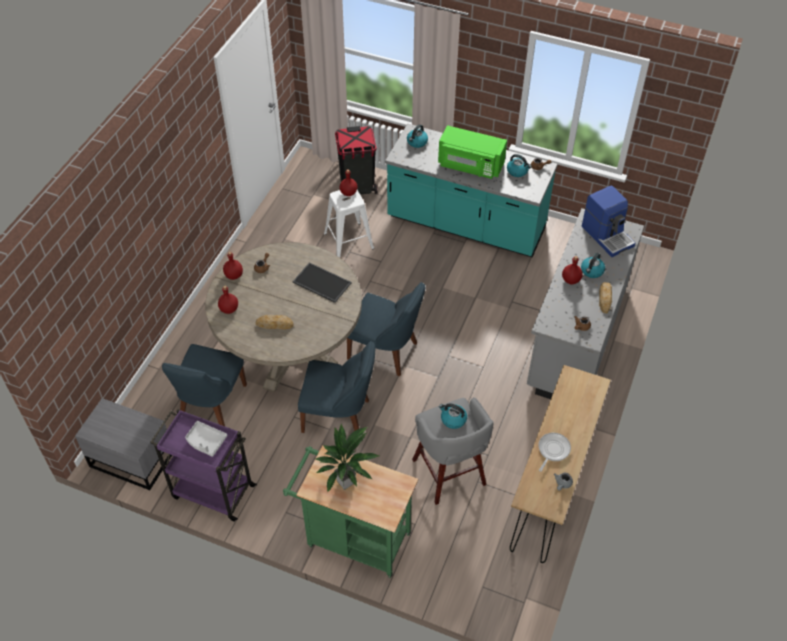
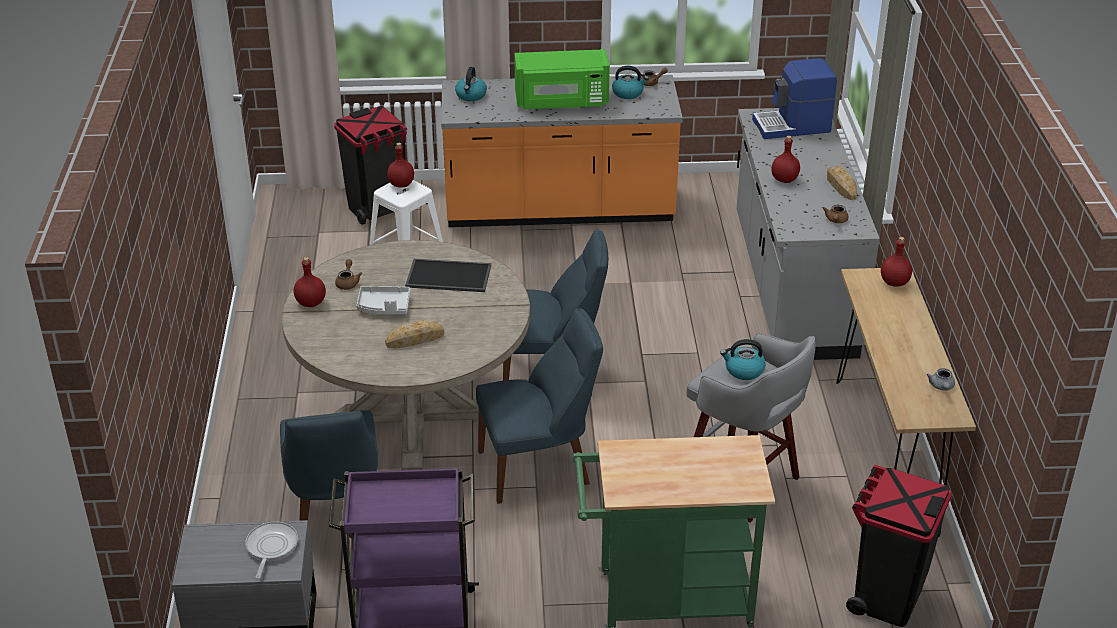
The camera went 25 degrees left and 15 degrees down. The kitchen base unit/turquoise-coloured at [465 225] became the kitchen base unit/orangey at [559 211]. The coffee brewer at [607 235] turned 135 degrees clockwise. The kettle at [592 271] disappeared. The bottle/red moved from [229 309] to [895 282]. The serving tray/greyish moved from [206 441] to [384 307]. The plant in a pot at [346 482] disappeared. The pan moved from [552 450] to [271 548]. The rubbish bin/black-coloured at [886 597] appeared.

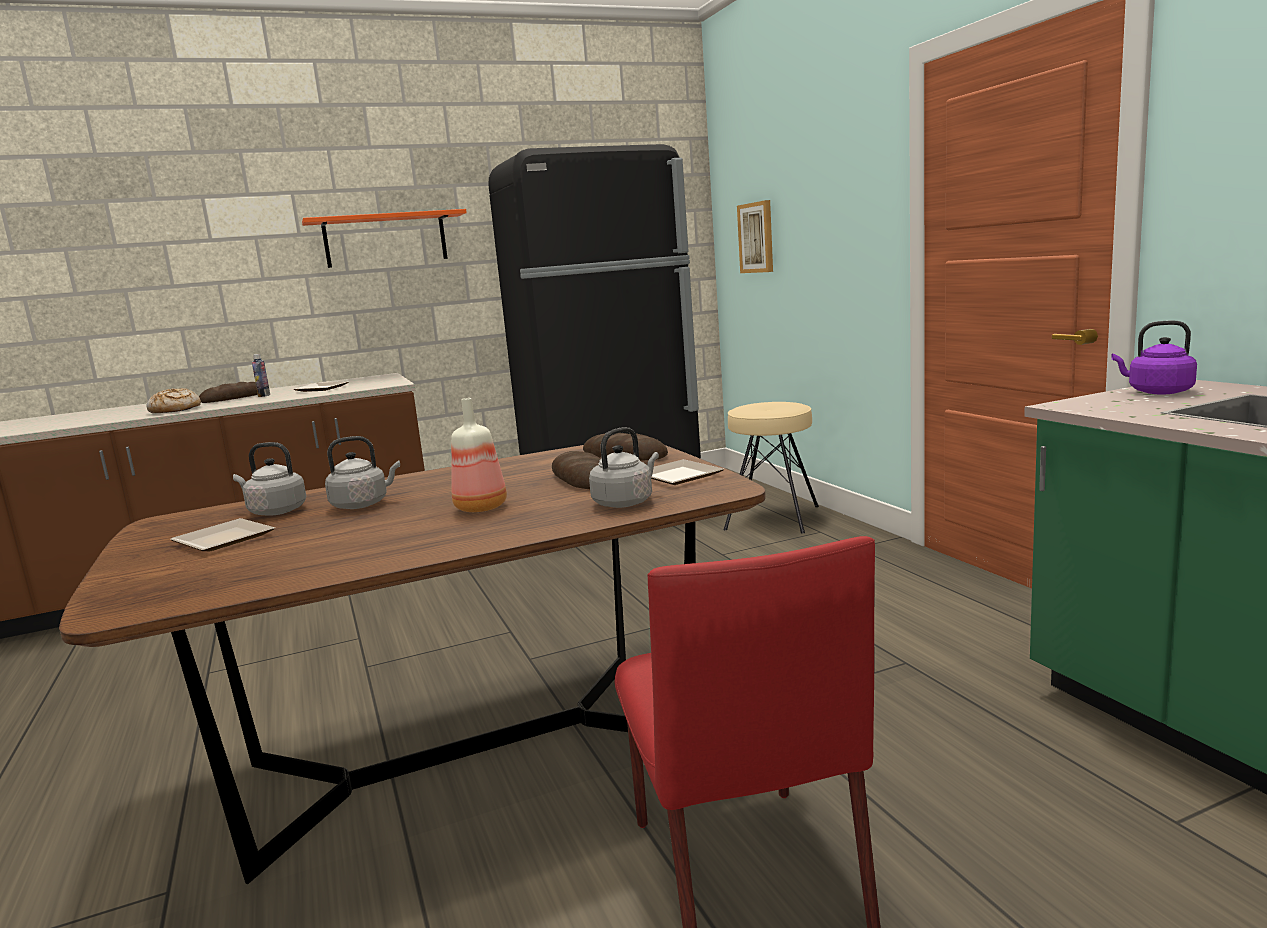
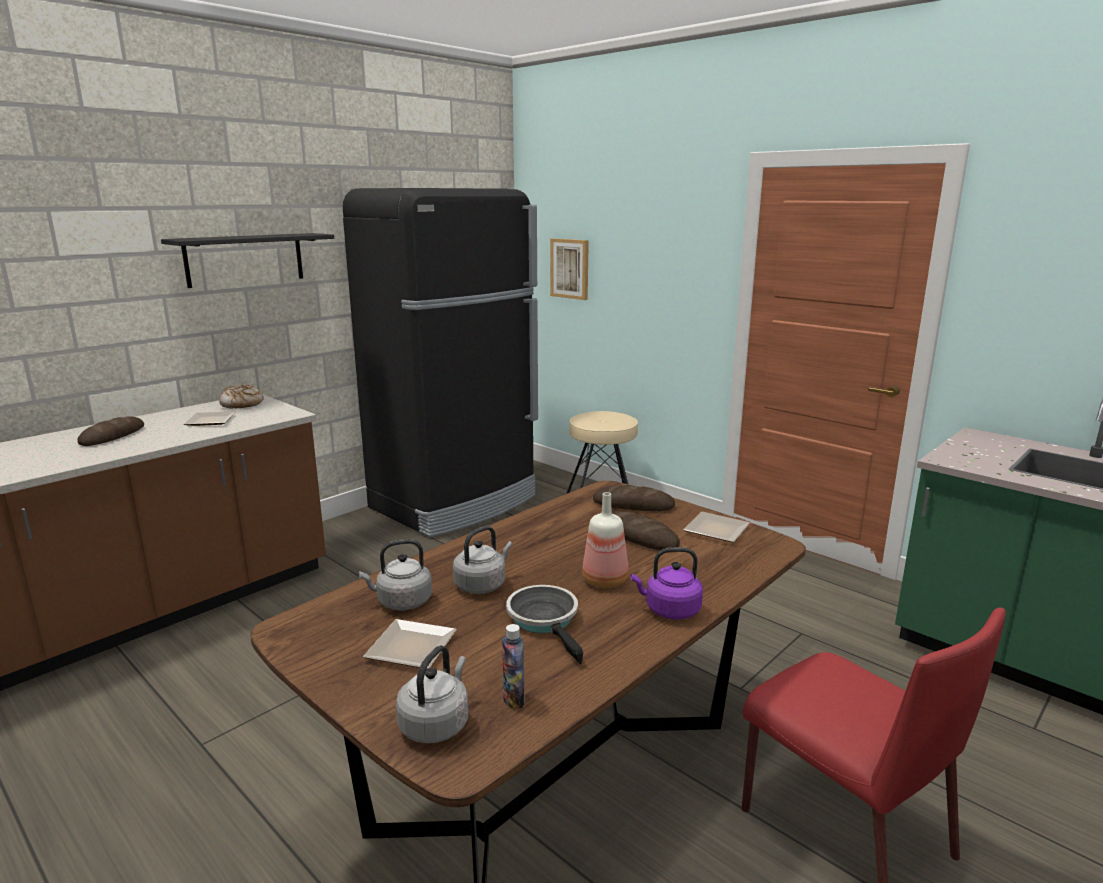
The camera went 25 degrees left and 5 degrees up. The shelf/orangey at [385 240] became the shelf/black-coloured at [245 259]. The kettle/purple-coloured moved from [1156 392] to [669 610]. The bottle moved from [264 395] to [513 700]. The bread moved from [175 410] to [242 404]. The kettle/greyish moved from [625 502] to [436 724]. The pan at [545 620] appeared.

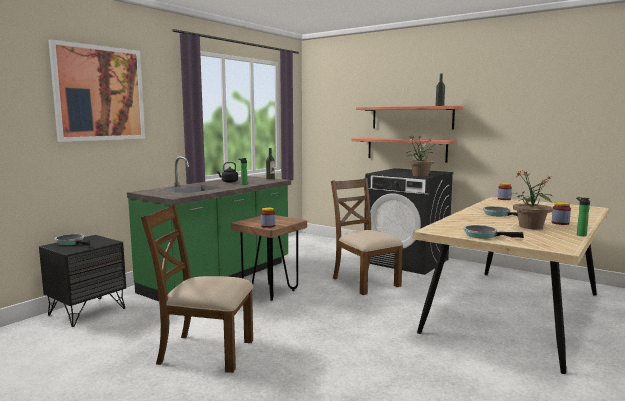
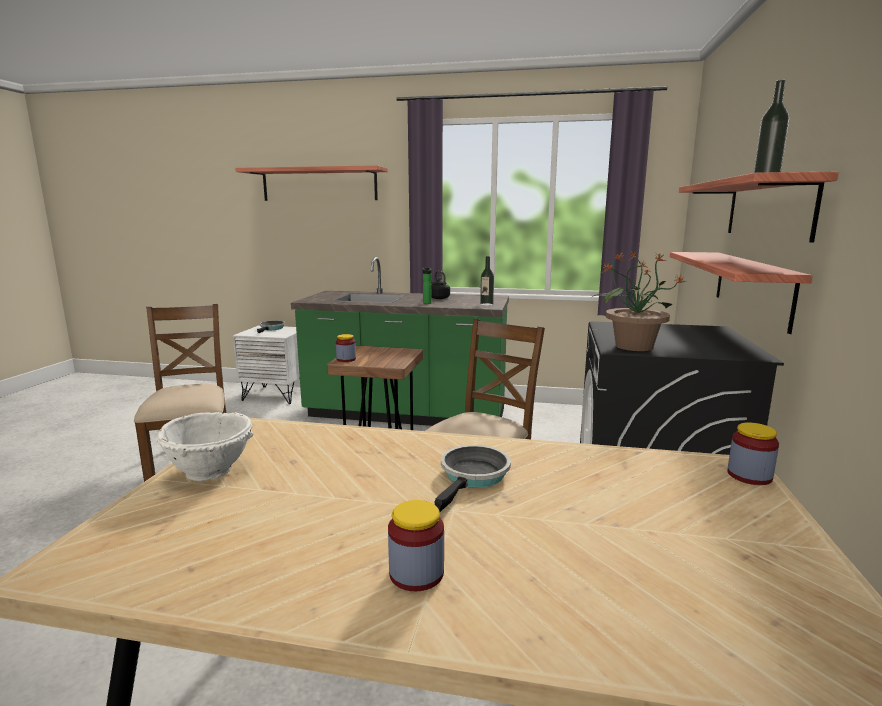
The camera went 65 degrees right and 5 degrees up. The wall picture at [99 93] was replaced by the shelf at [319 184]. The plant in a pot at [530 227] disappeared. The bottle at [580 235] disappeared. The pan at [483 235] was replaced by the deep dish/white-coloured at [211 471]. The nightstand/black-coloured at [87 311] became the nightstand/white-coloured at [277 395].

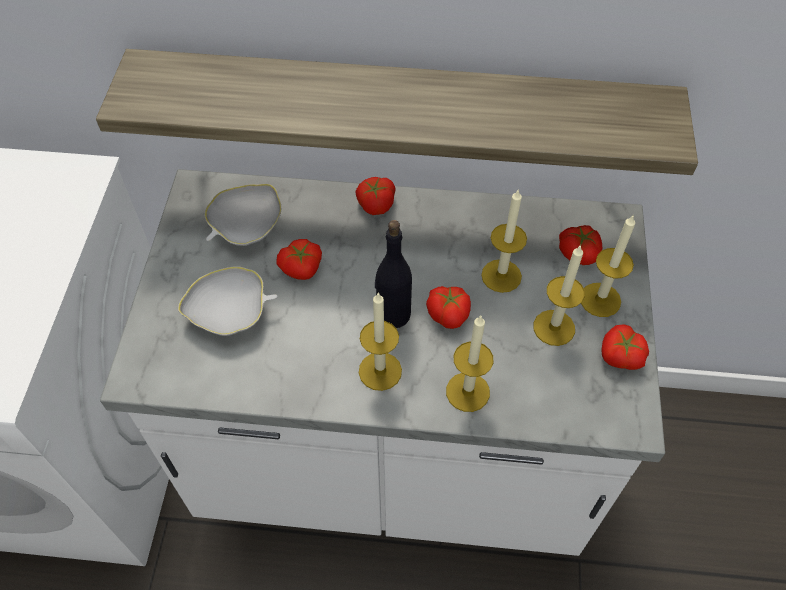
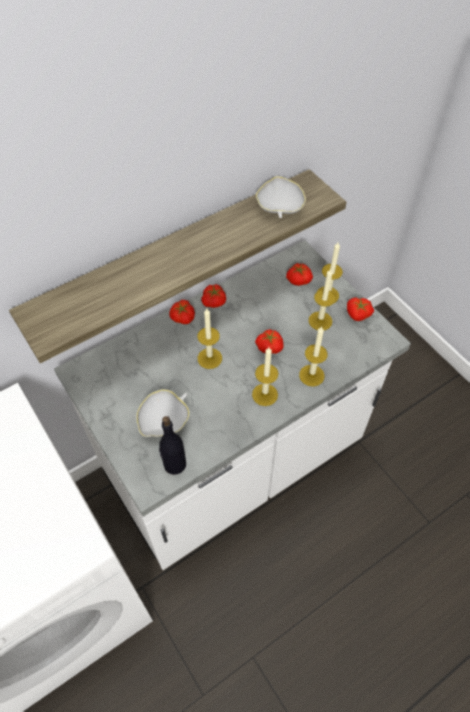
The camera went 40 degrees left and 0 degrees up. The deep dish/white-coloured moved from [246 226] to [279 207]. The wax candle moved from [501 276] to [209 358]. The bottle/black-coloured moved from [393 314] to [174 464]. The tomato moved from [302 269] to [214 302].

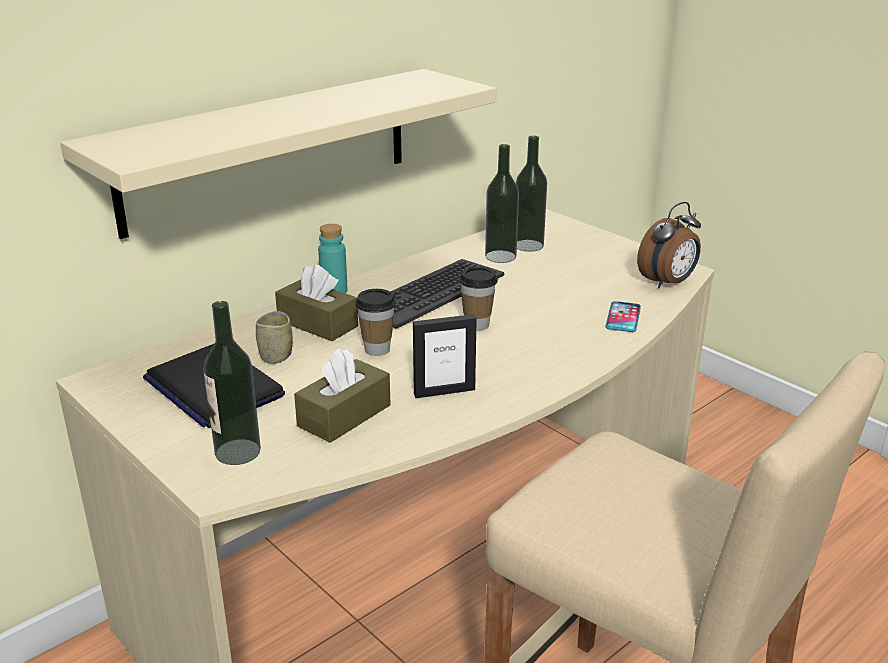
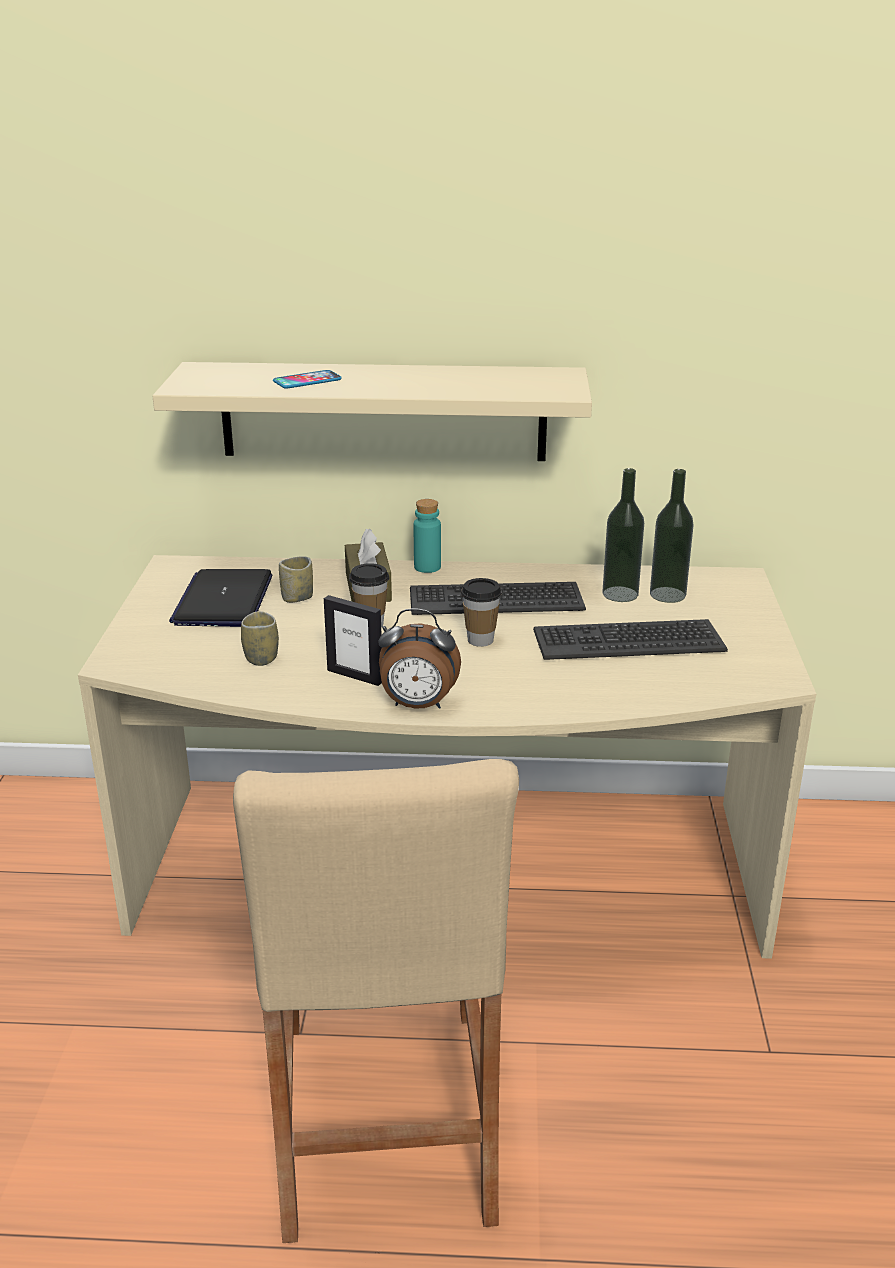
The camera went 45 degrees right and 0 degrees up. The table clock moved from [668 283] to [418 705]. The bottle at [237 452] disappeared. The telephone moved from [623 317] to [307 380]. The tissue holder/brown at [344 415] was replaced by the cup at [261 658]. The computer keyboard at [628 641] appeared.

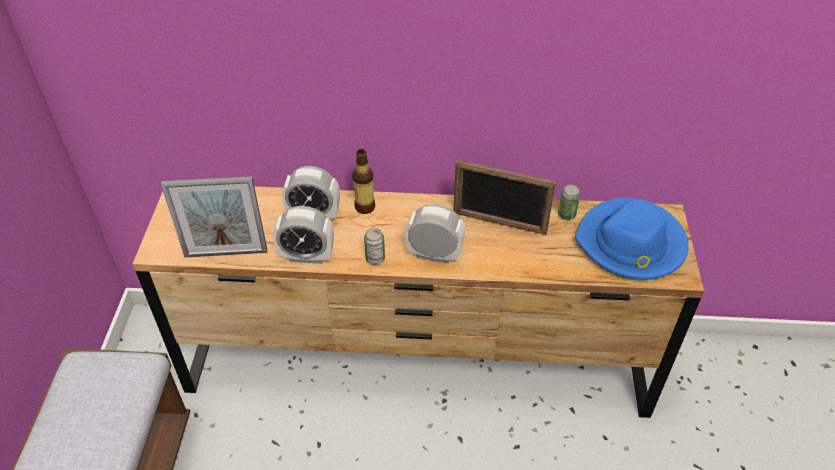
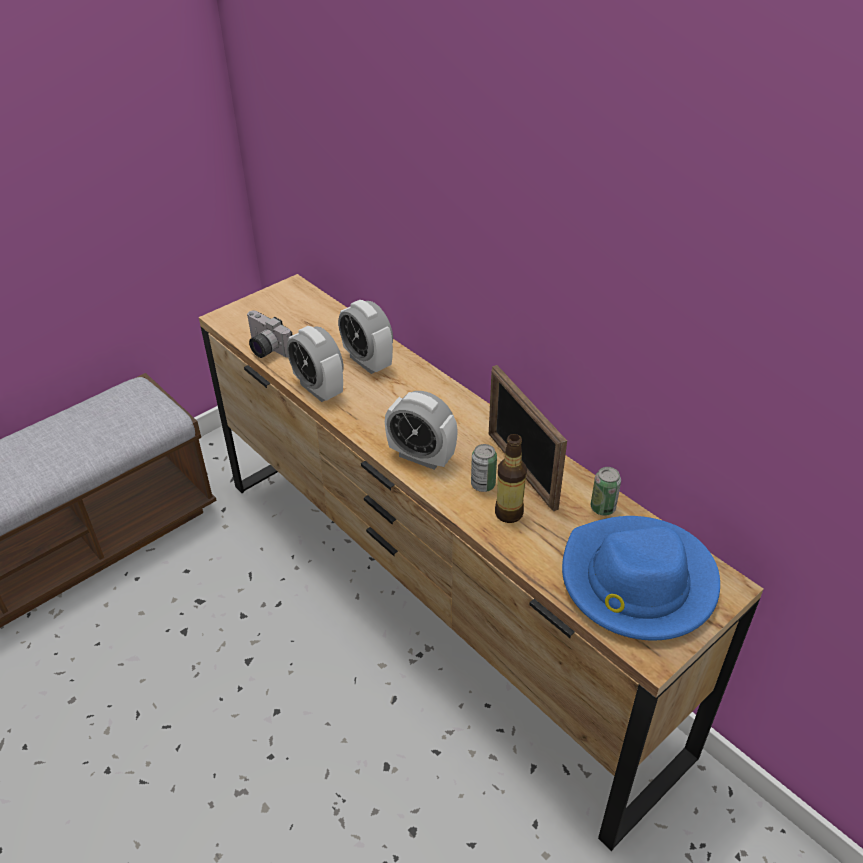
The camera went 45 degrees right and 5 degrees down. The bottle moved from [365 207] to [508 513]. The standing frame at [226 253] was replaced by the still camera at [265 349]. The table clock at [434 255] turned 150 degrees clockwise. The sealed can moved from [375 259] to [483 485].

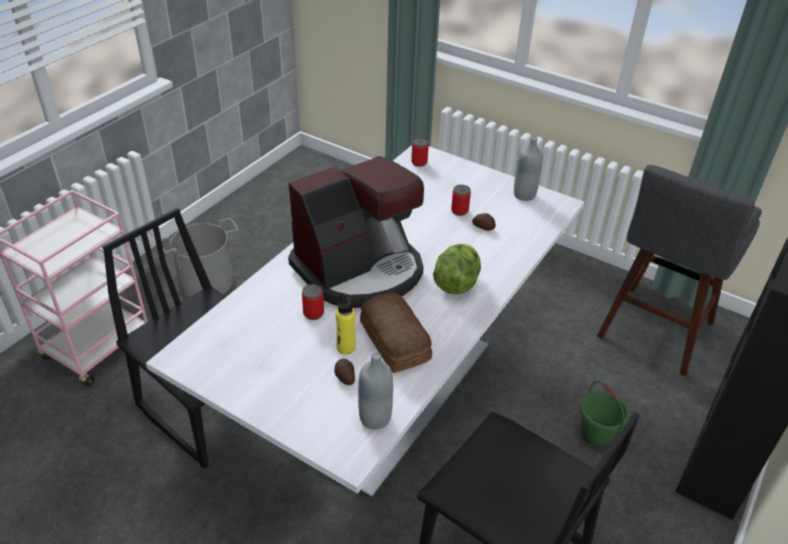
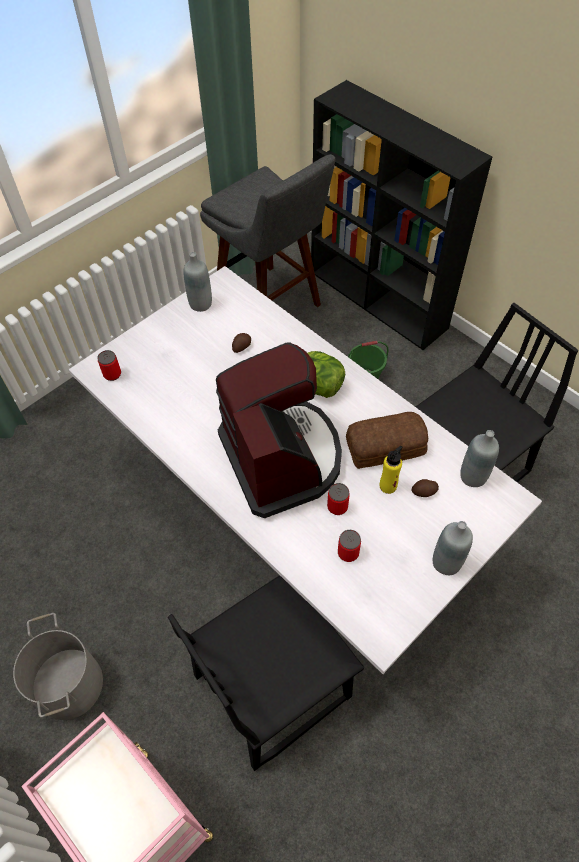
The camera went 75 degrees left and 15 degrees up. The sealed can moved from [459 211] to [348 553]. The bottle/greyish at [446 562] appeared.

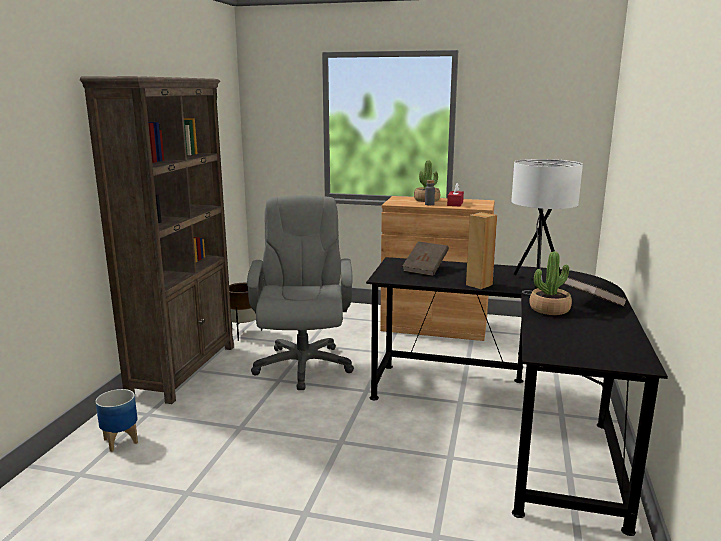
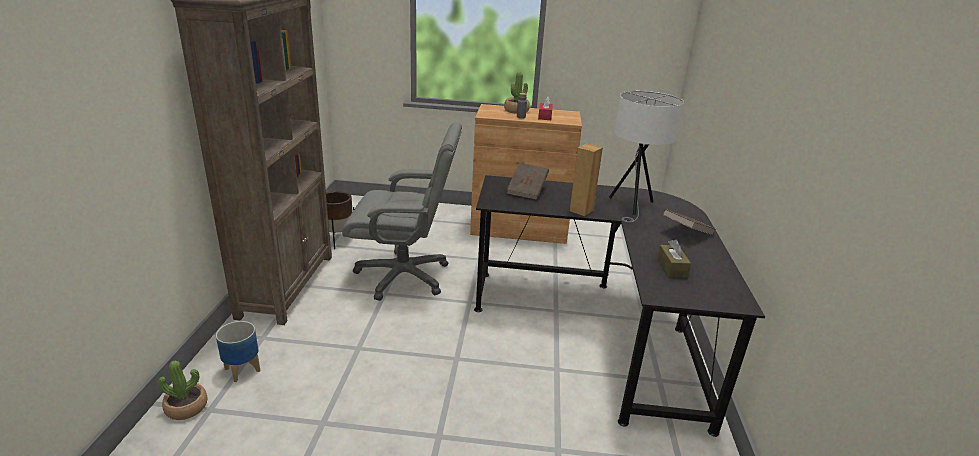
The camera went 10 degrees left and 10 degrees up. The office chair/greyish at [303 365] turned 105 degrees clockwise. The plant in a pot moved from [549 309] to [186 407]. The tissue holder/brown at [672 267] appeared.

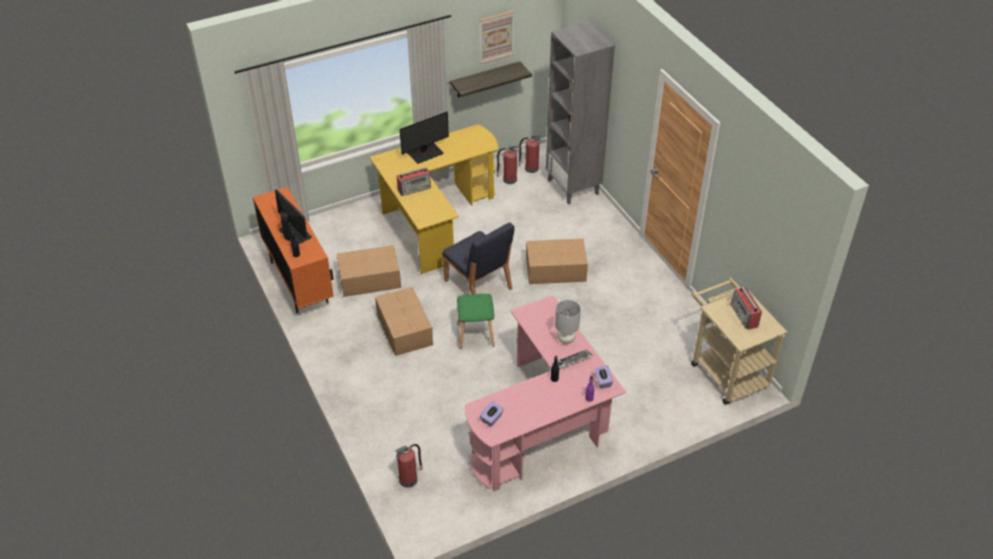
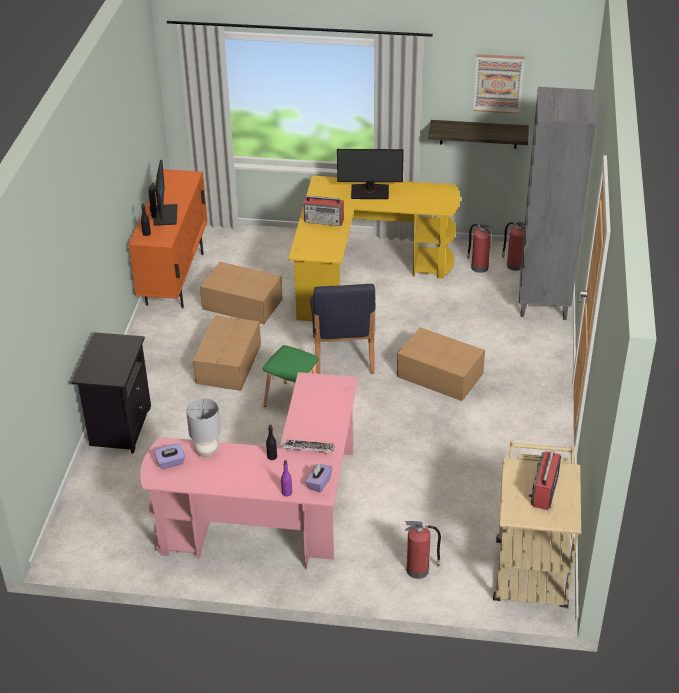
The camera went 35 degrees right and 5 degrees down. The tabletop lamp/greyish moved from [566 339] to [207 452]. The fire-fighting cylinder moved from [409 479] to [419 569]. The nightstand/black-coloured at [119 426] appeared.

